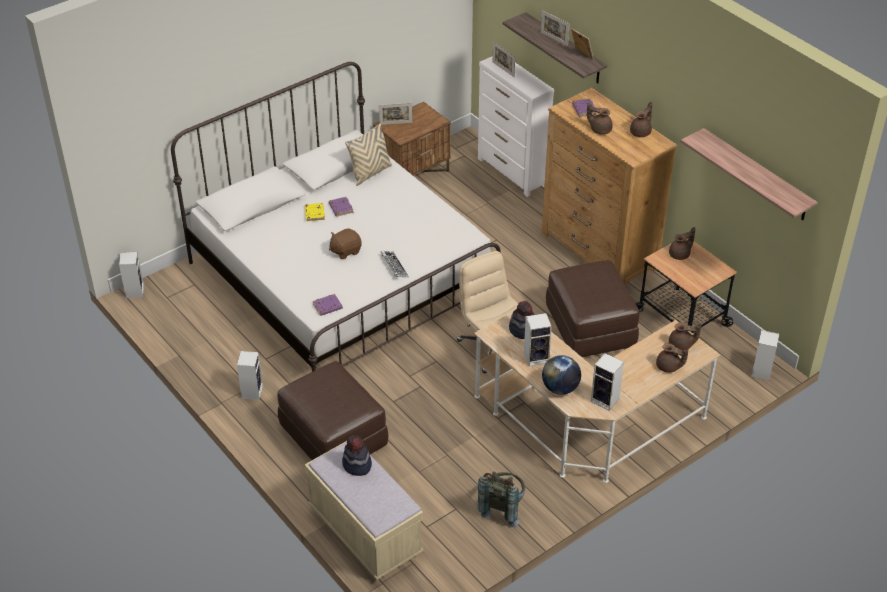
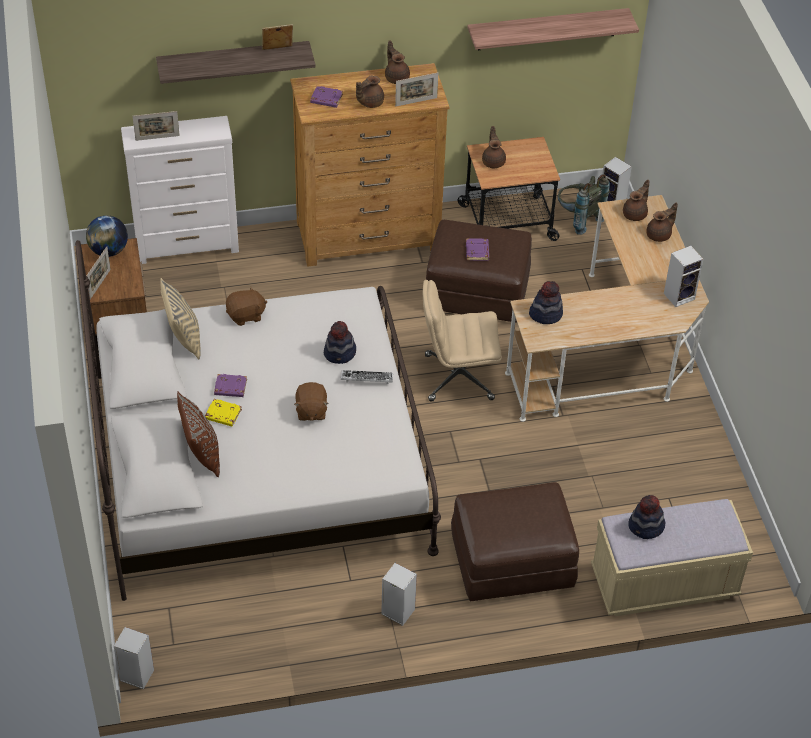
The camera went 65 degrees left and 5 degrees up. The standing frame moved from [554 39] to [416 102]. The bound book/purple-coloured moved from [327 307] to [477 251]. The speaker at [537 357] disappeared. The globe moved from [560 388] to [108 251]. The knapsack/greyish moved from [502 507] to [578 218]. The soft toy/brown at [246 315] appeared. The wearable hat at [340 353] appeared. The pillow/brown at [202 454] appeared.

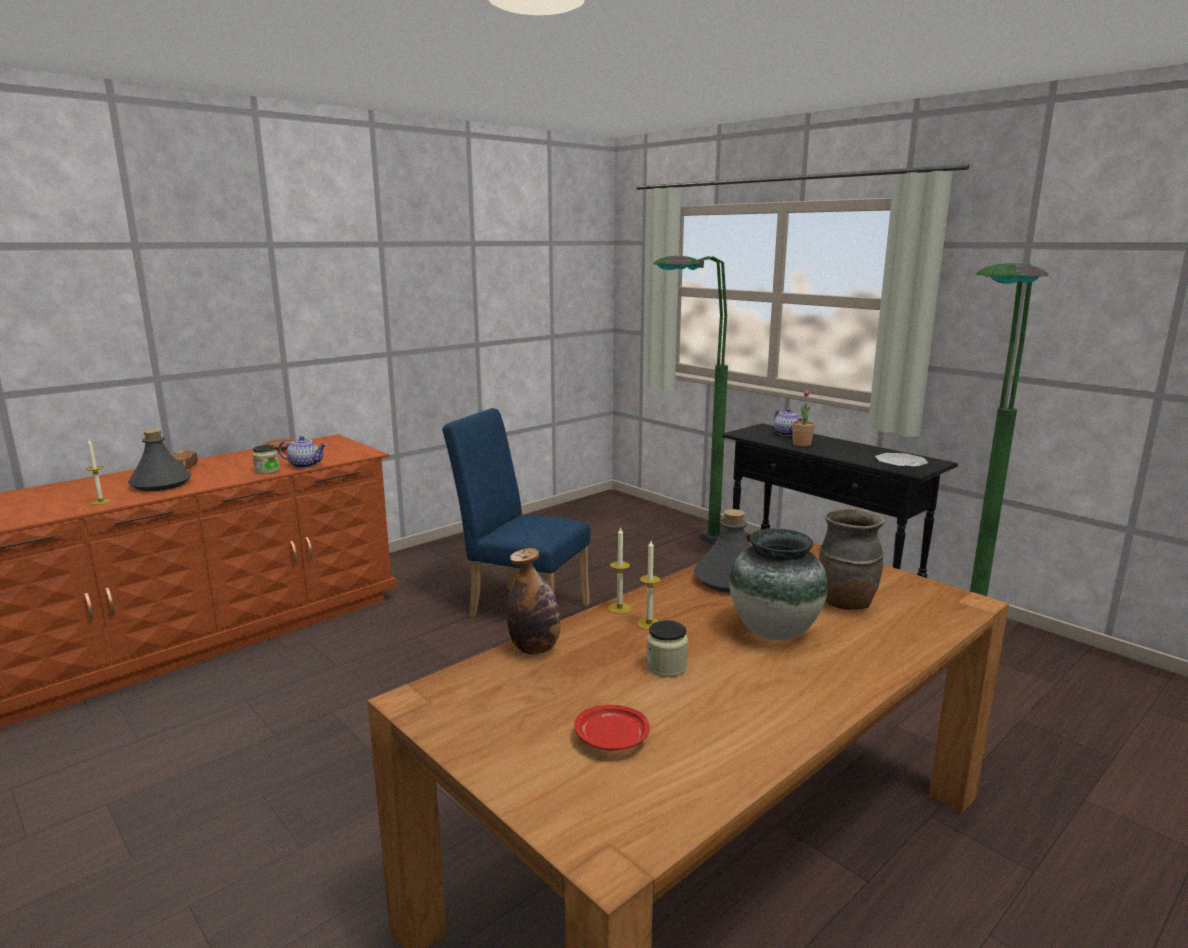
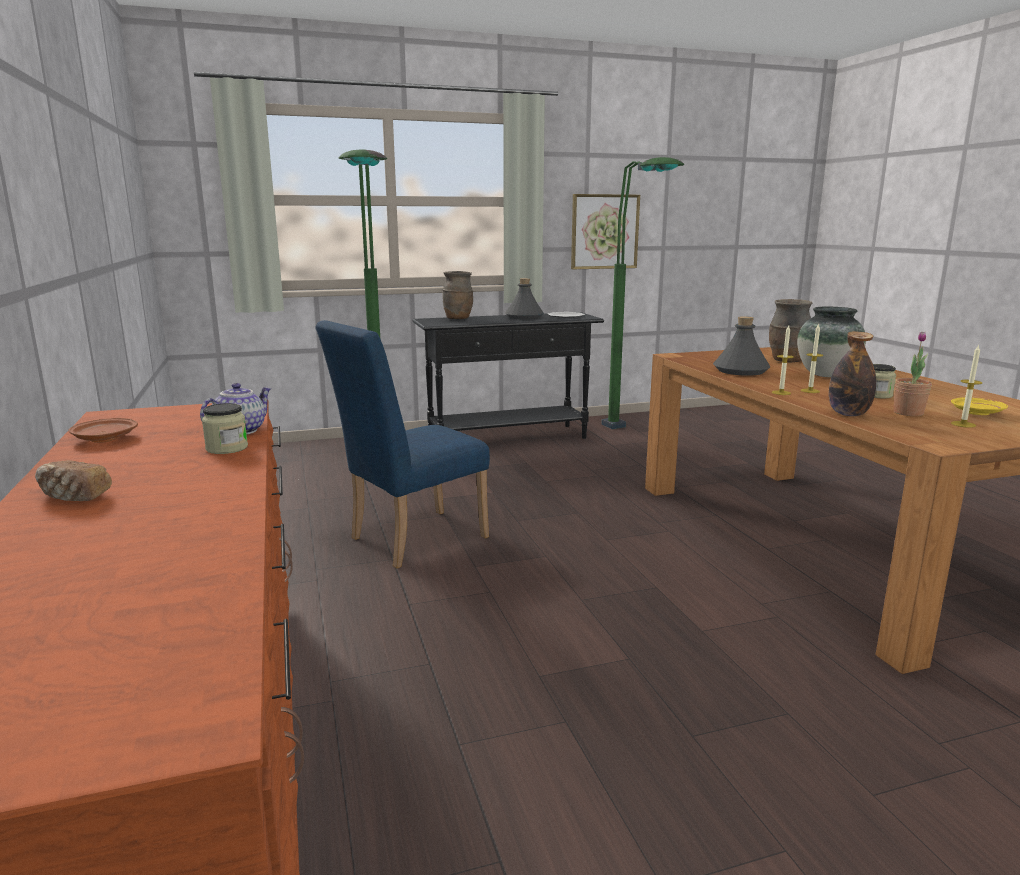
The camera went 65 degrees left and 0 degrees up. The plant in a pot moved from [801 444] to [908 413]. The pot for tea at [787 434] was replaced by the vase/brown at [458 319]. The bottle/greyish moved from [160 484] to [524 317]. The wax candle moved from [101 502] to [963 424]. The flat dish/red at [612 739] became the flat dish/yellow-coloured at [977 413]. The wall picture at [604 232] appeared.

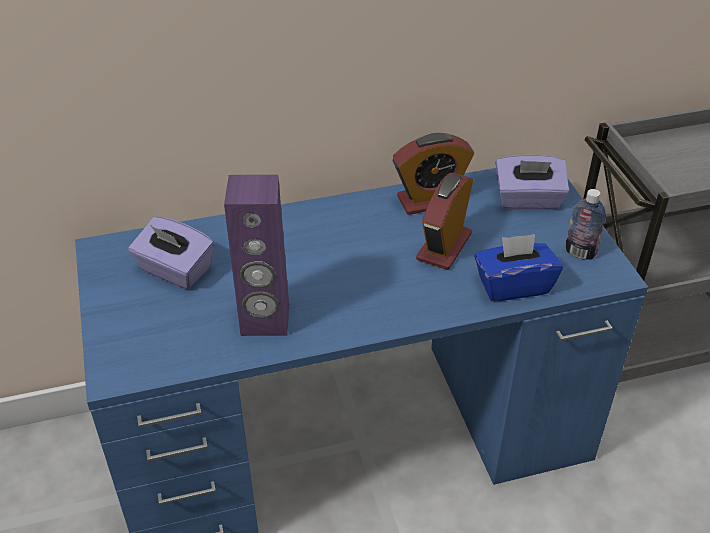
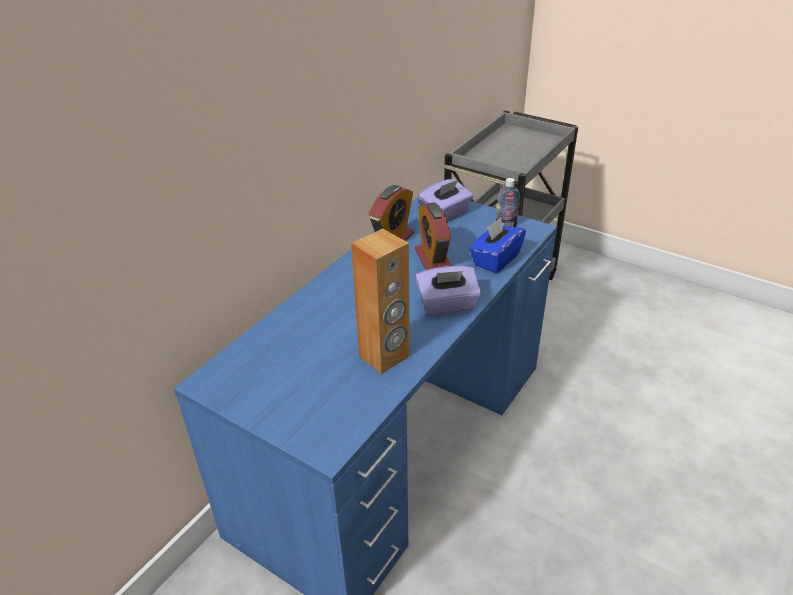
The camera went 40 degrees left and 5 degrees down. The speaker/purple-coloured at [265 321] became the speaker/brown at [385 356]. The tissue holder/purple-coloured moved from [175 270] to [447 305].

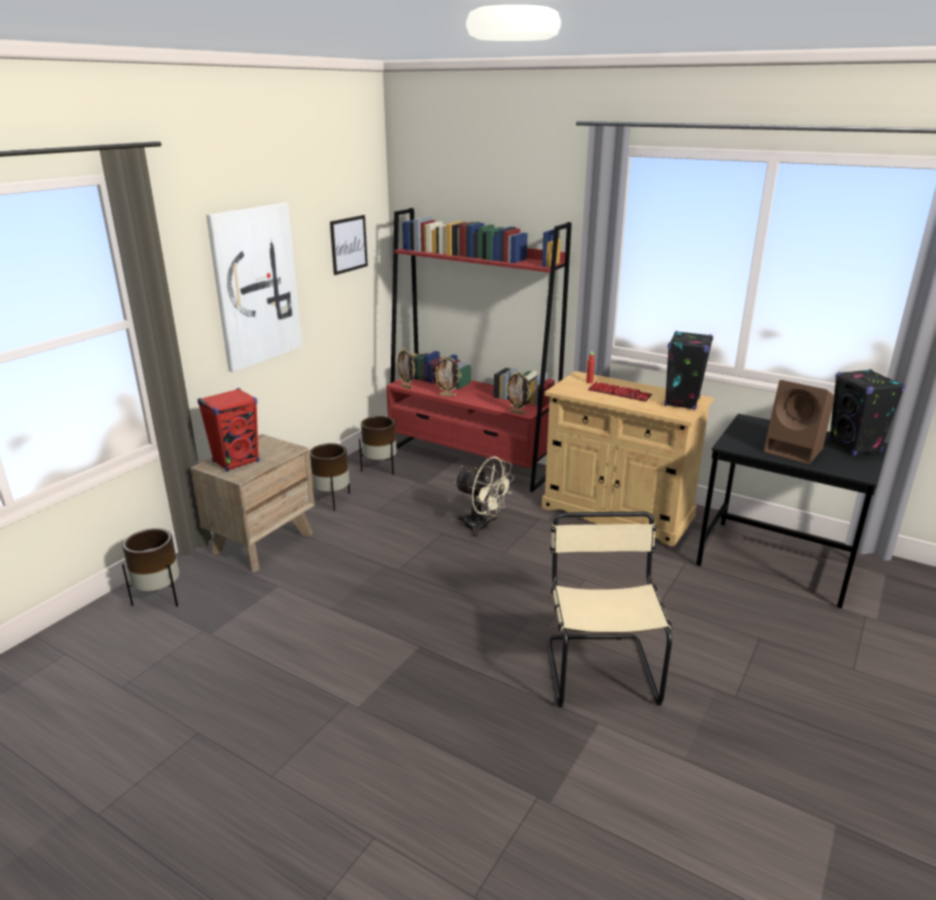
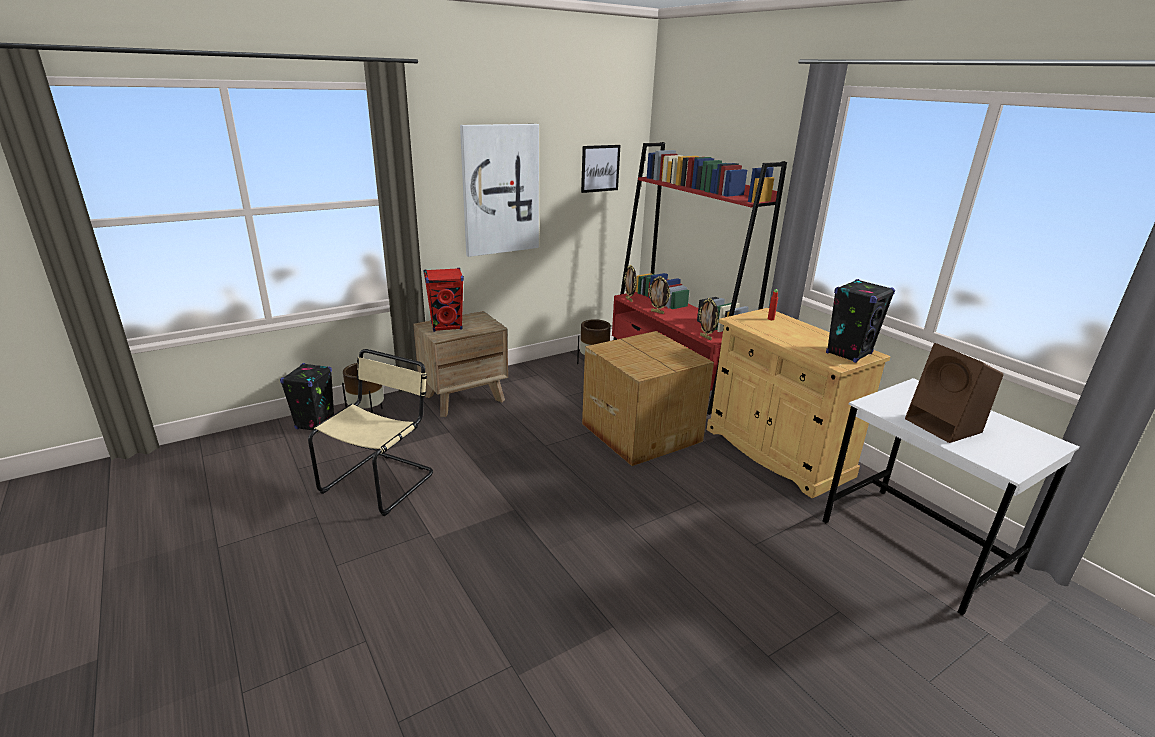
The camera went 25 degrees right and 0 degrees up. The speaker/black-coloured moved from [854 446] to [315 424]. The computer keyboard at [619 393] disappeared. The desk unit/black-coloured at [776 562] became the desk unit/white-coloured at [917 546]. The plant pot/brown at [332 500] disappeared. The electric fan/sand-coloured at [482 527] was replaced by the carton at [641 431]. The plain chair/sand-coloured moved from [600 668] to [381 481].

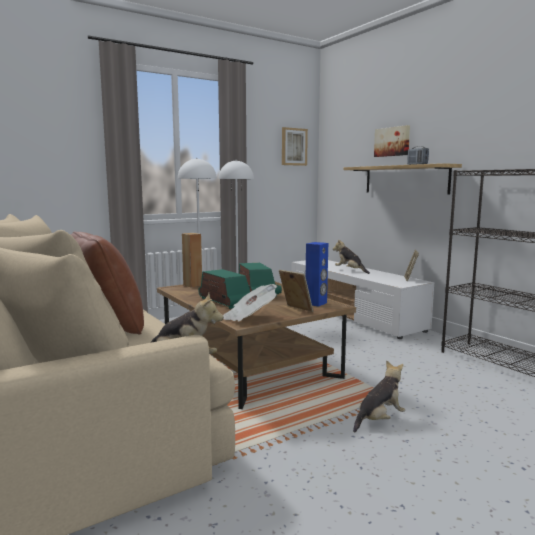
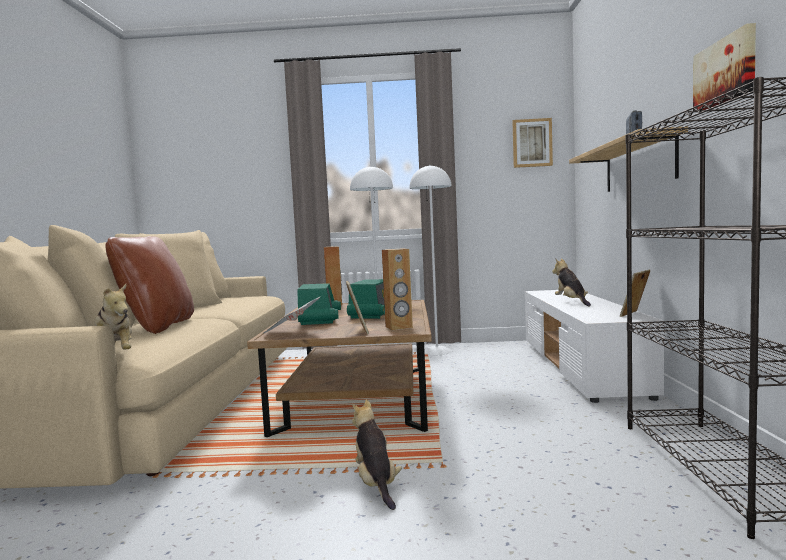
The camera went 35 degrees right and 5 degrees down. The wall picture moved from [392 141] to [725 71]. The speaker/blue at [316 303] became the speaker/brown at [399 327]. The soft toy at [379 420] turned 105 degrees counterclockwise.

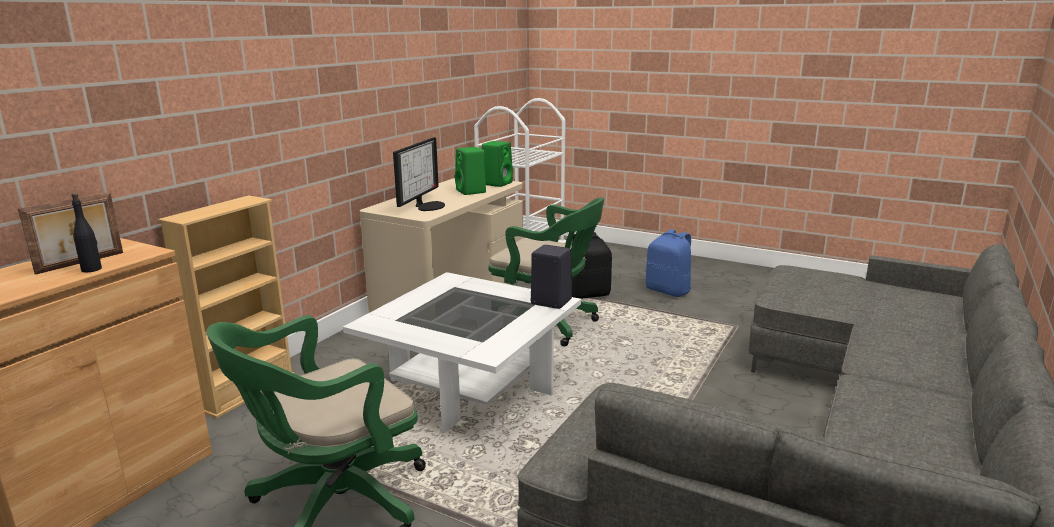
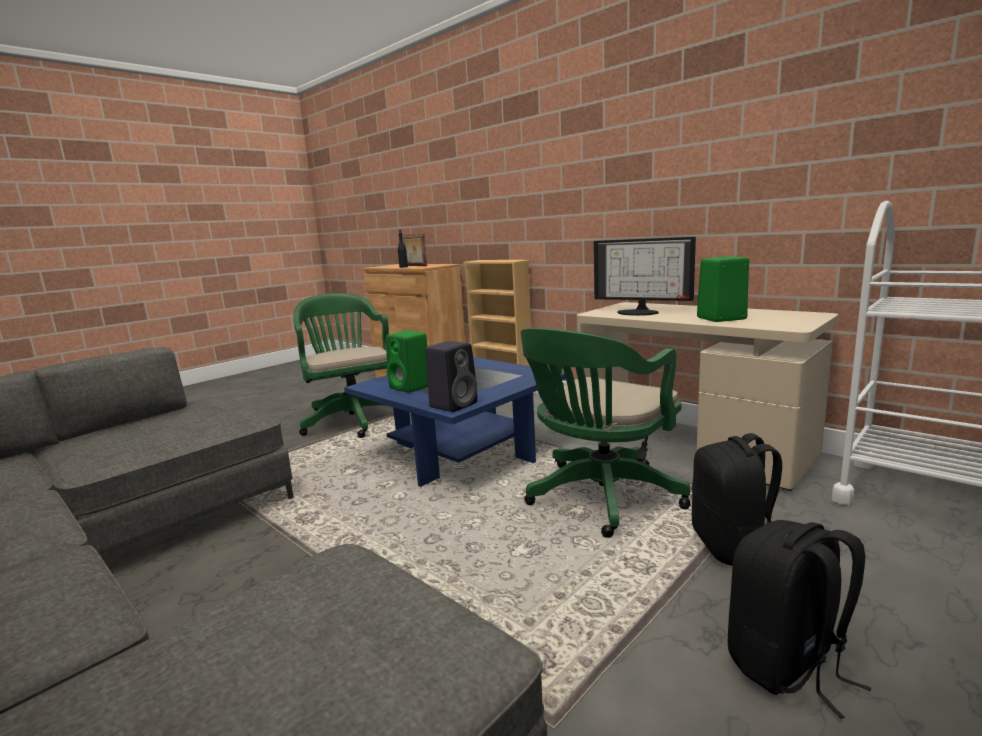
The camera went 105 degrees right and 5 degrees down. The speaker/green-coloured moved from [497 183] to [411 387]. The knapsack/blue at [668 291] became the knapsack/black-coloured at [787 665]. The coffee table/white-coloured at [470 387] became the coffee table/blue at [462 453].

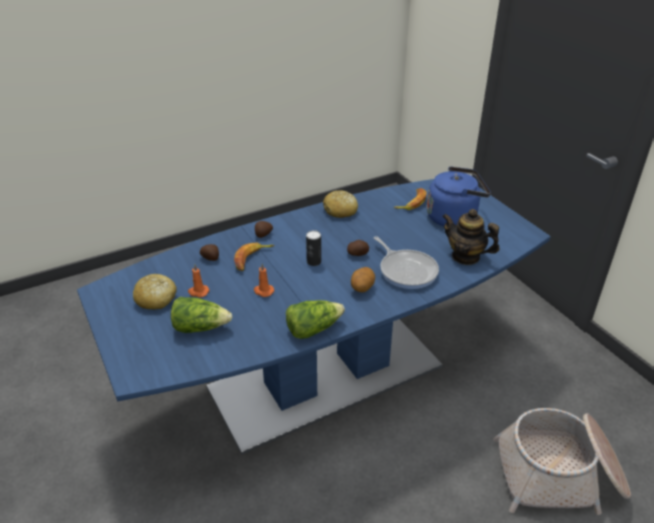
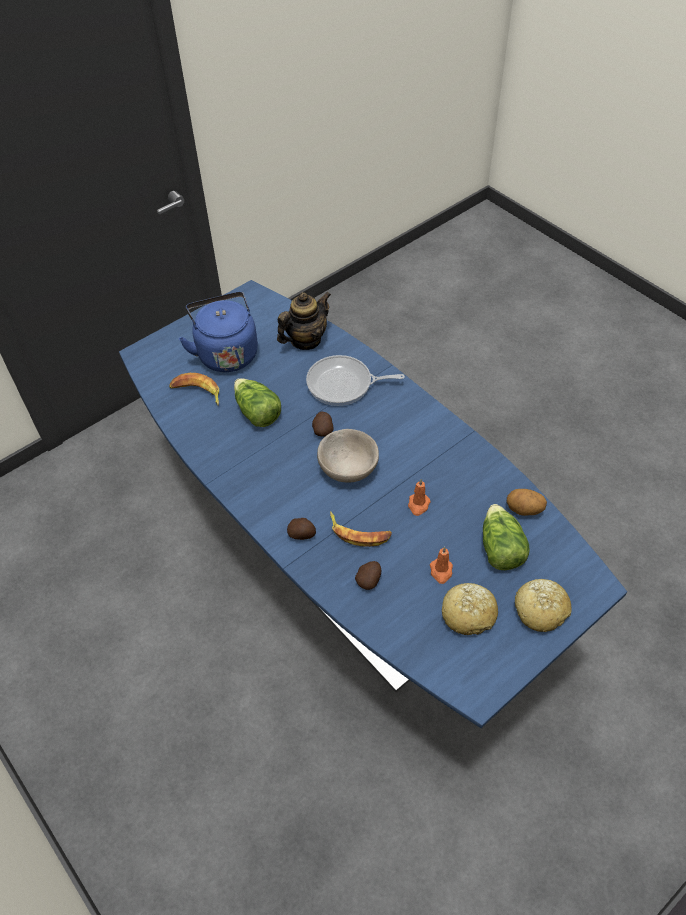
The camera went 100 degrees left and 15 degrees up. The bread moved from [340 211] to [541 609]. The pot for tea at [466 257] turned 150 degrees counterclockwise. The sealed can at [314 262] was replaced by the deep dish/sand-coloured at [348 468]. The pan at [406 270] turned 135 degrees counterclockwise. The spud moved from [362 288] to [524 510]. The head of lettuce moved from [313 329] to [257 412]. The storage basket at [560 475] disappeared.

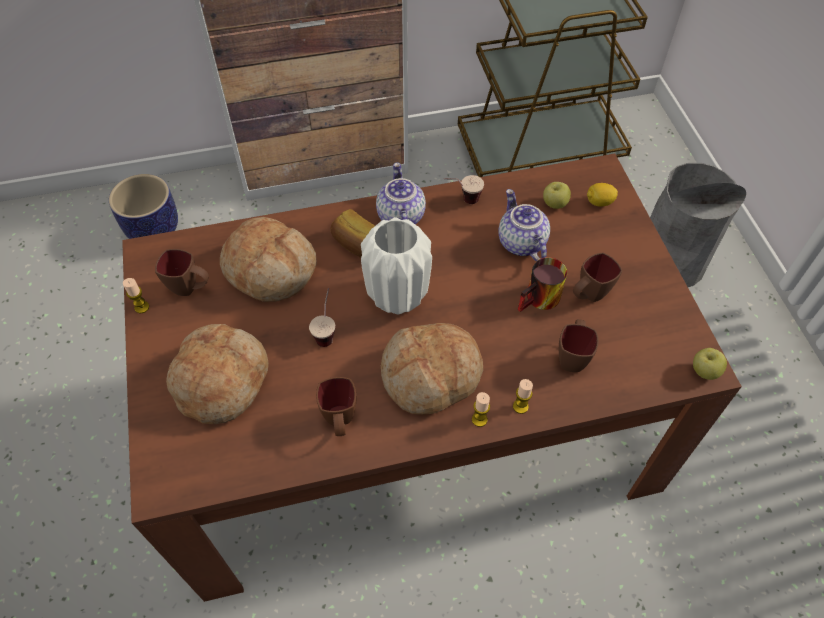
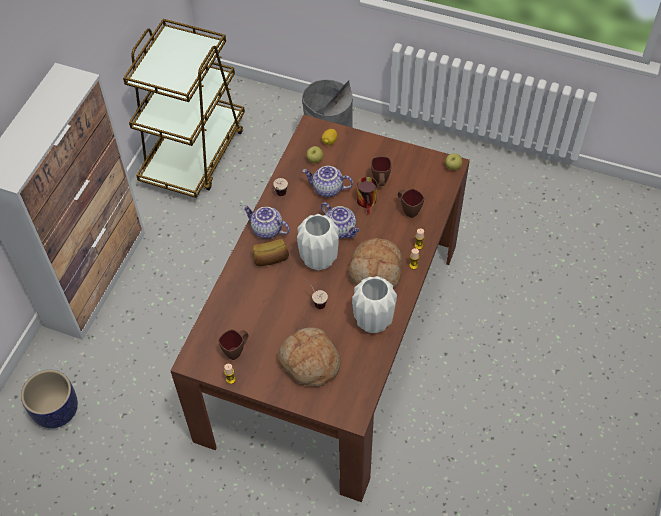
The camera went 55 degrees left and 0 degrees up. The bread at [270 269] disappeared. The tea mug/brown at [340 422] was replaced by the vase/white-coloured at [373 322]. The pot for tea at [341 229] appeared.

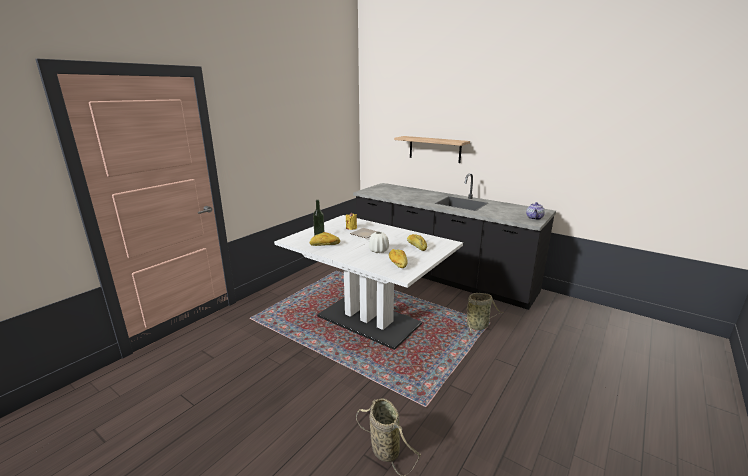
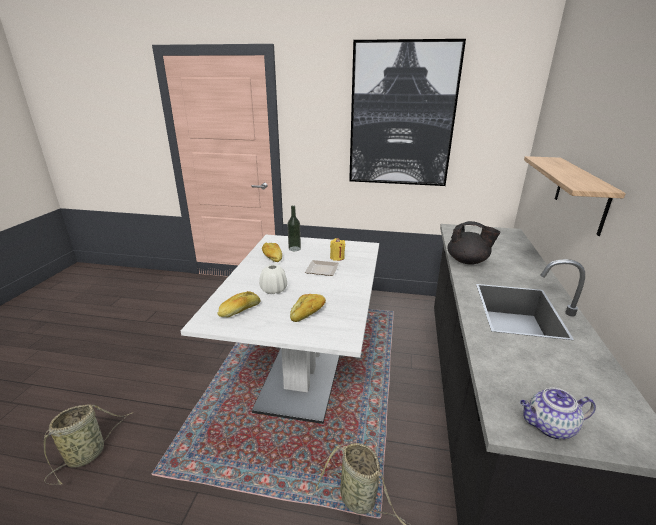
The camera went 65 degrees right and 5 degrees up. The wall picture at [402 116] appeared. The pot for tea/black-coloured at [468 261] appeared.

